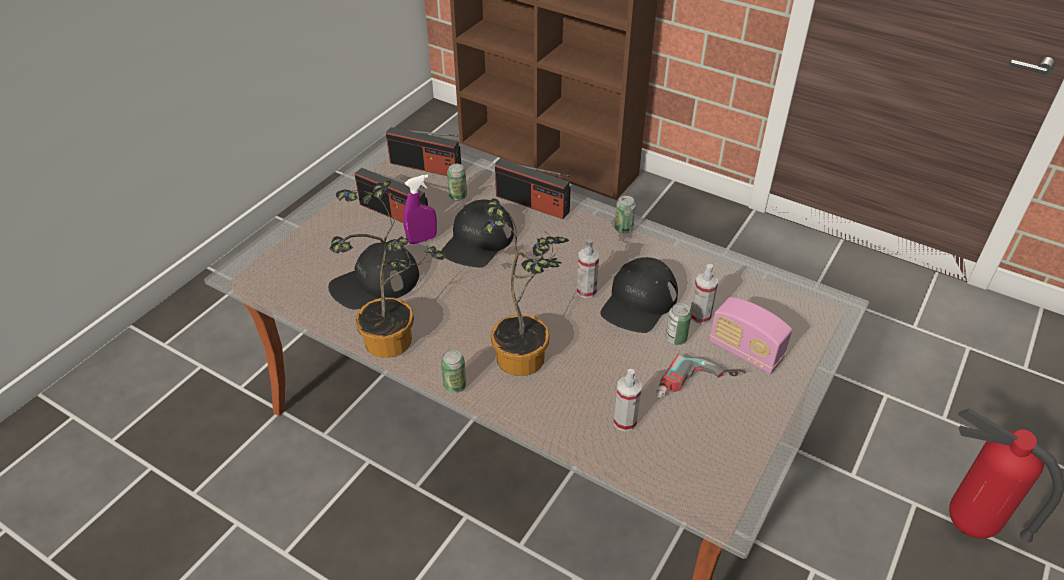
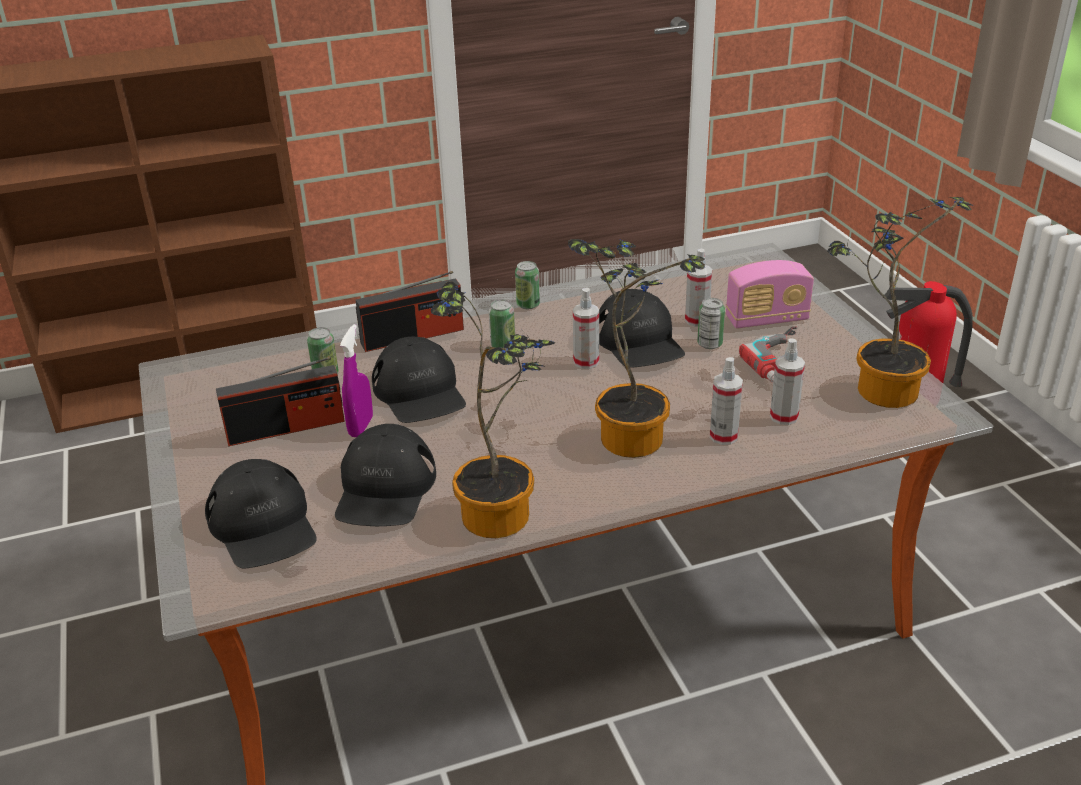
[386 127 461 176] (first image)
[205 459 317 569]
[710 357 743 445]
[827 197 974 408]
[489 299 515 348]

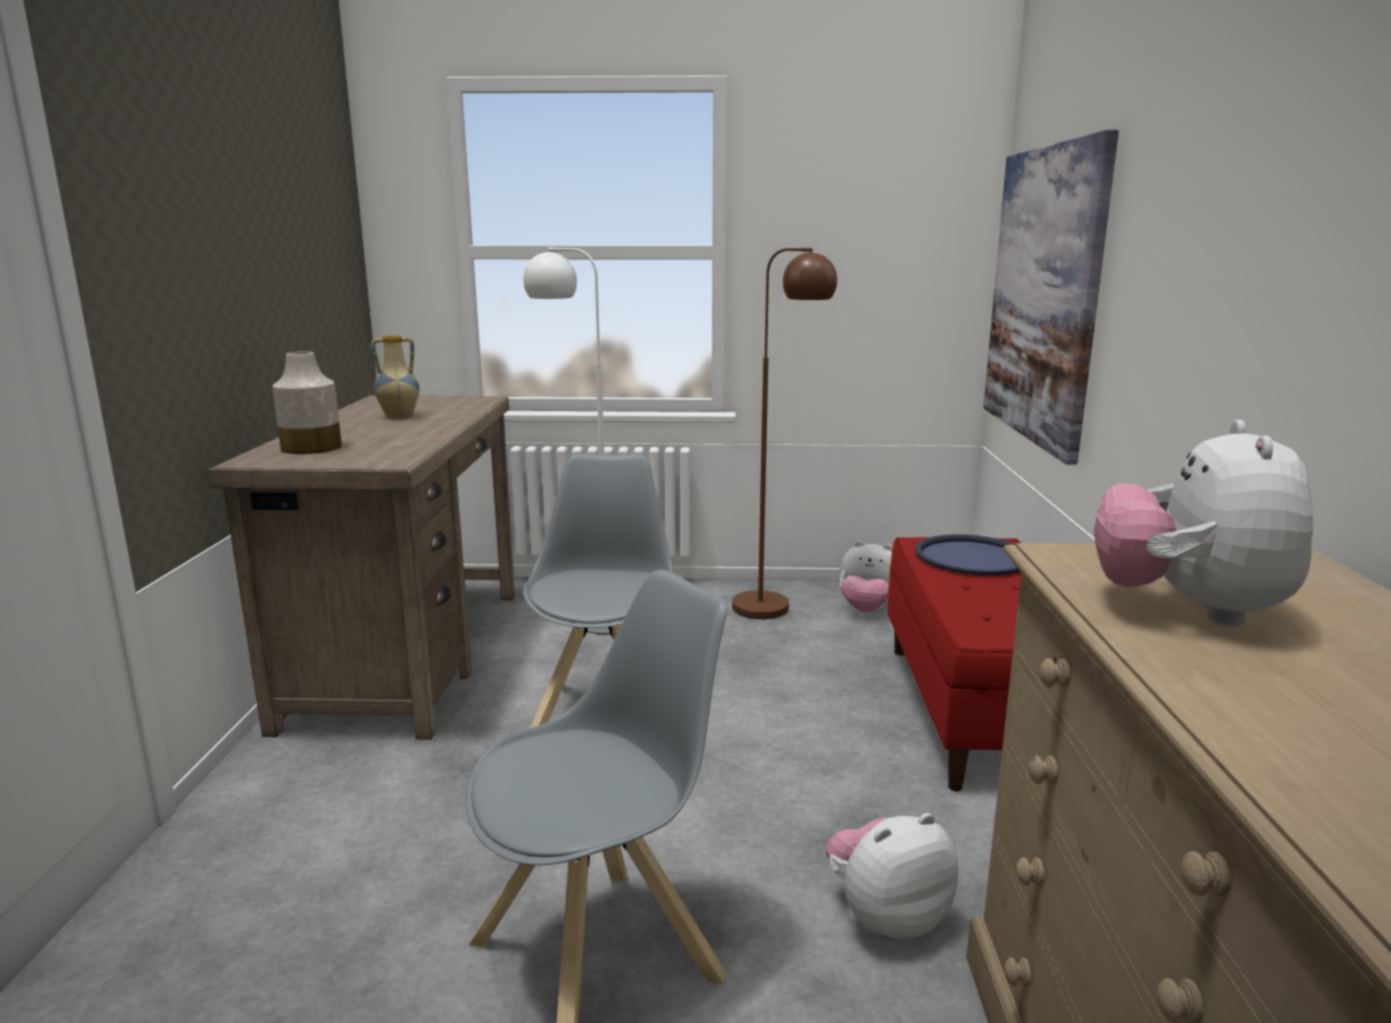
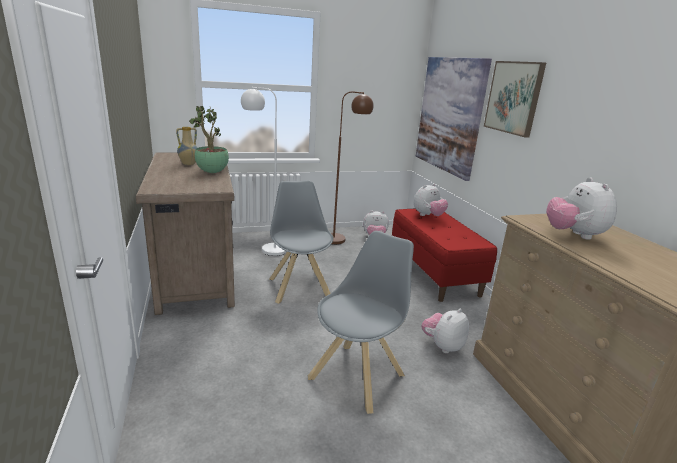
[272 351 342 454] (first image)
[189 106 229 173]
[484 61 546 138]
[414 184 448 216]

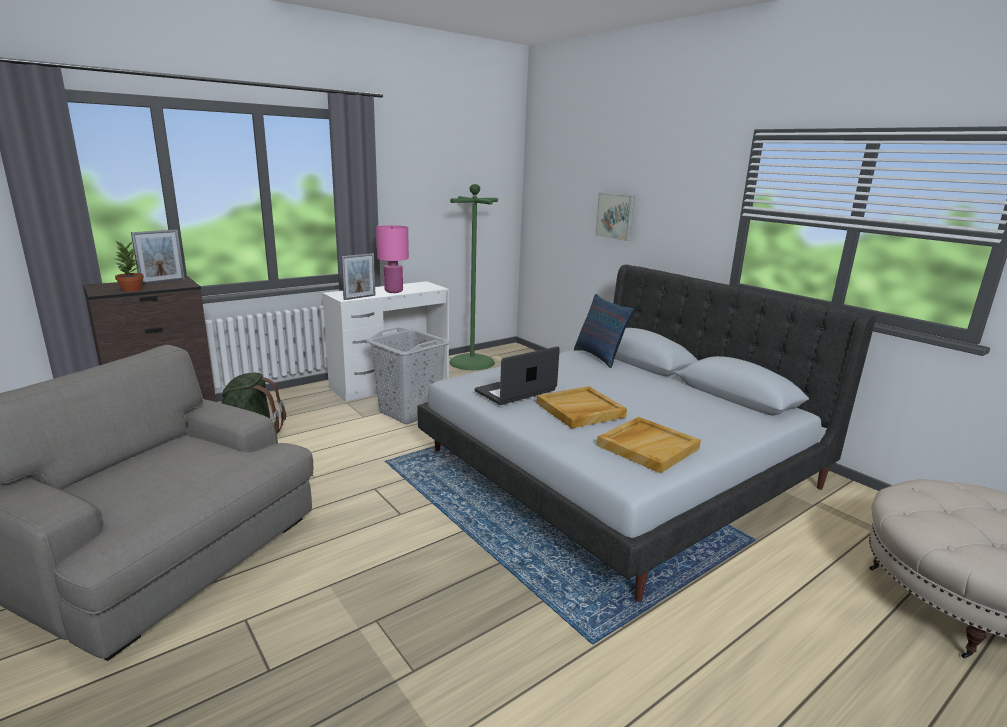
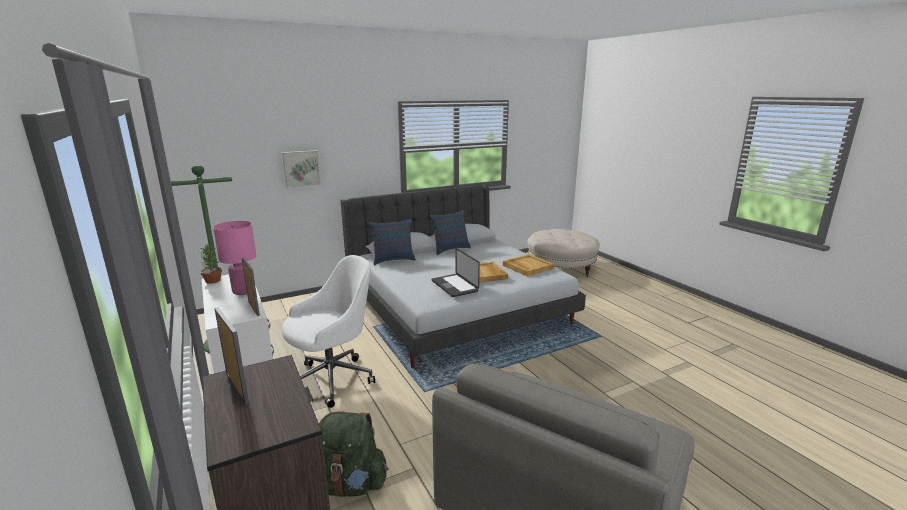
[430 210 471 255]
[199 243 222 284]
[282 255 375 408]

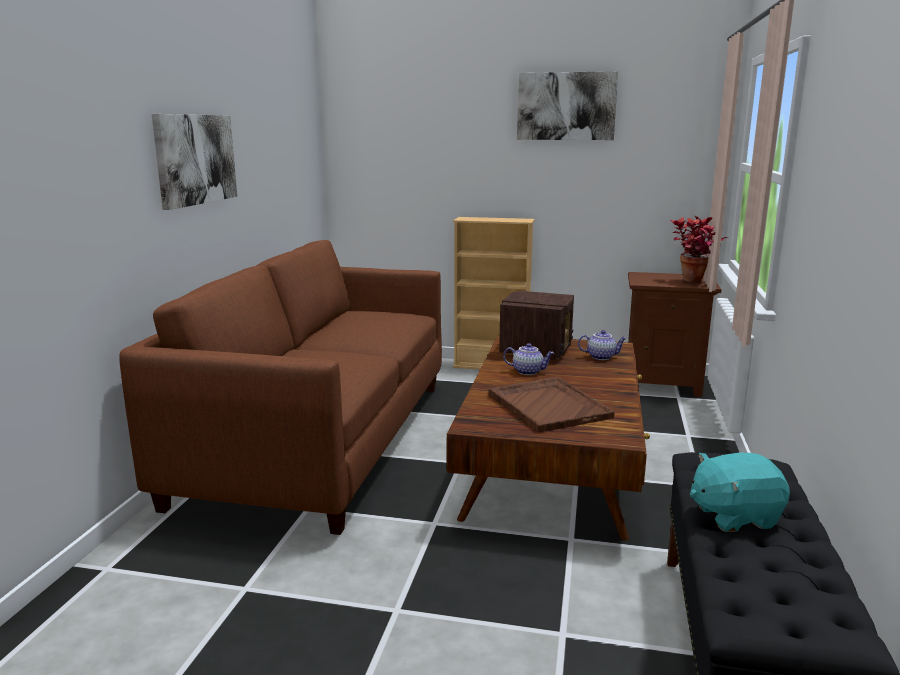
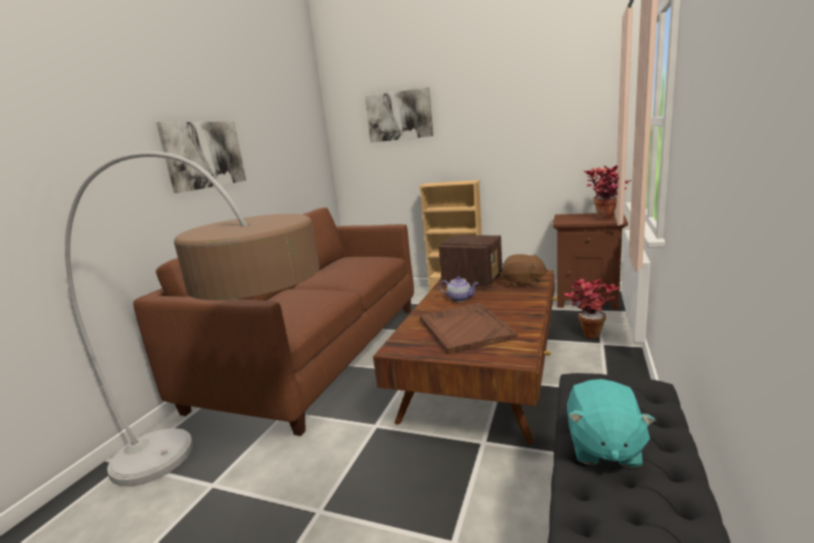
[65 151 319 486]
[565 279 620 339]
[365 87 433 143]
[502 254 548 287]
[567 379 656 468]

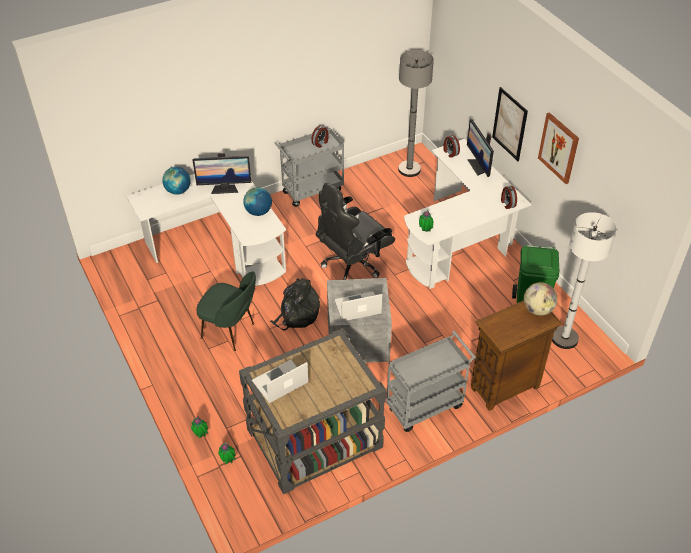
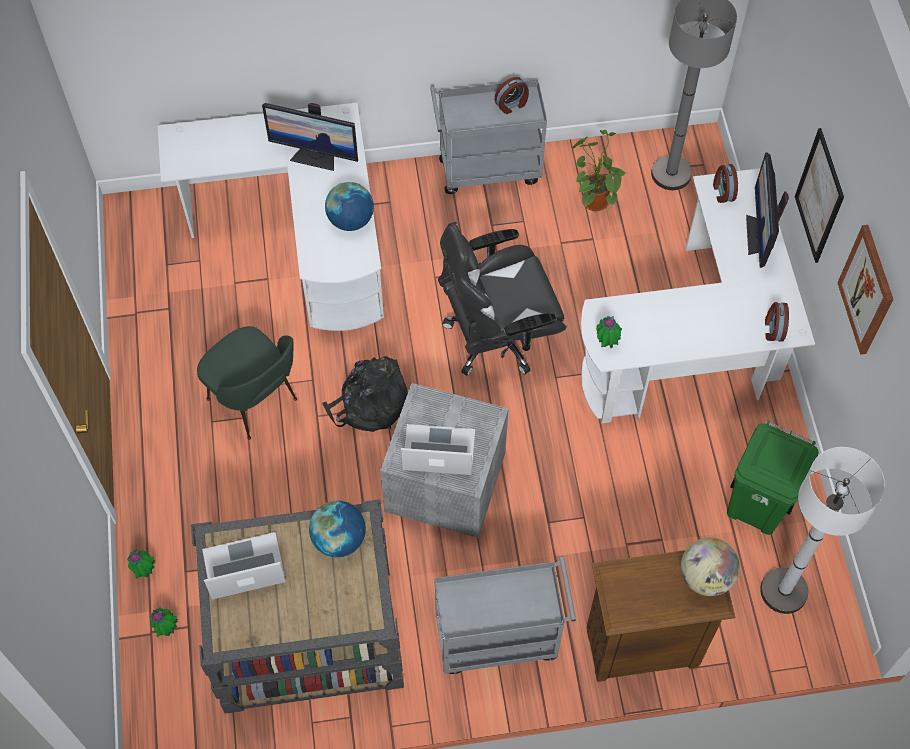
[572 130 626 211]
[309 501 366 557]

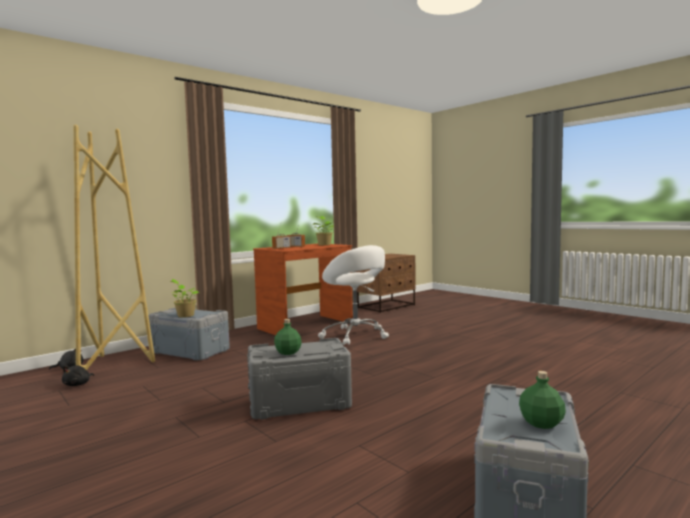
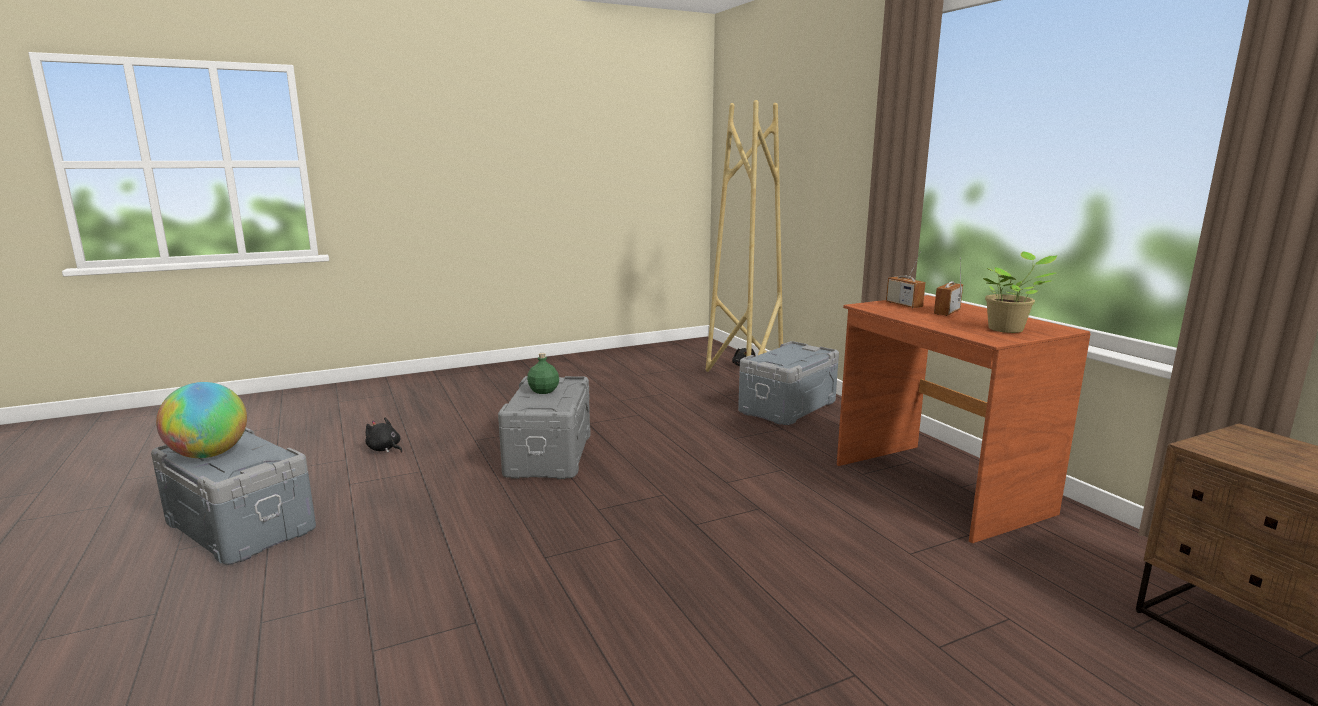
[170 279 199 318] (first image)
[318 245 389 345] (first image)
[365 418 402 453]
[156 382 247 458]

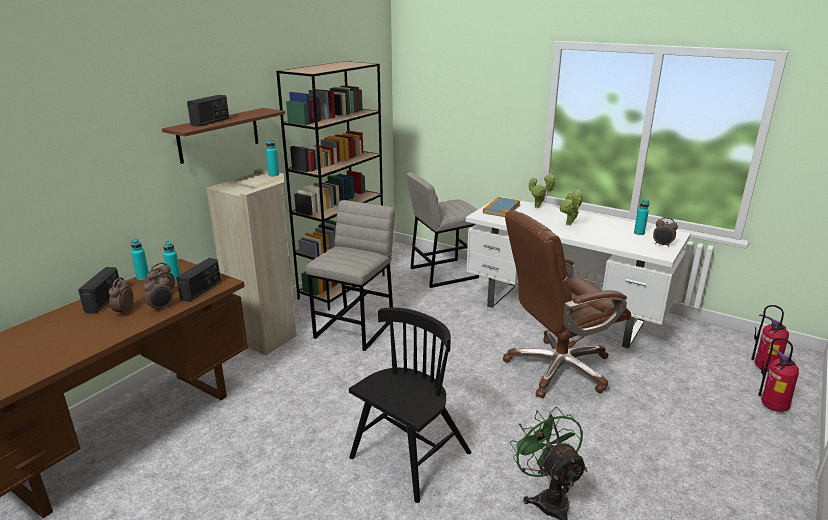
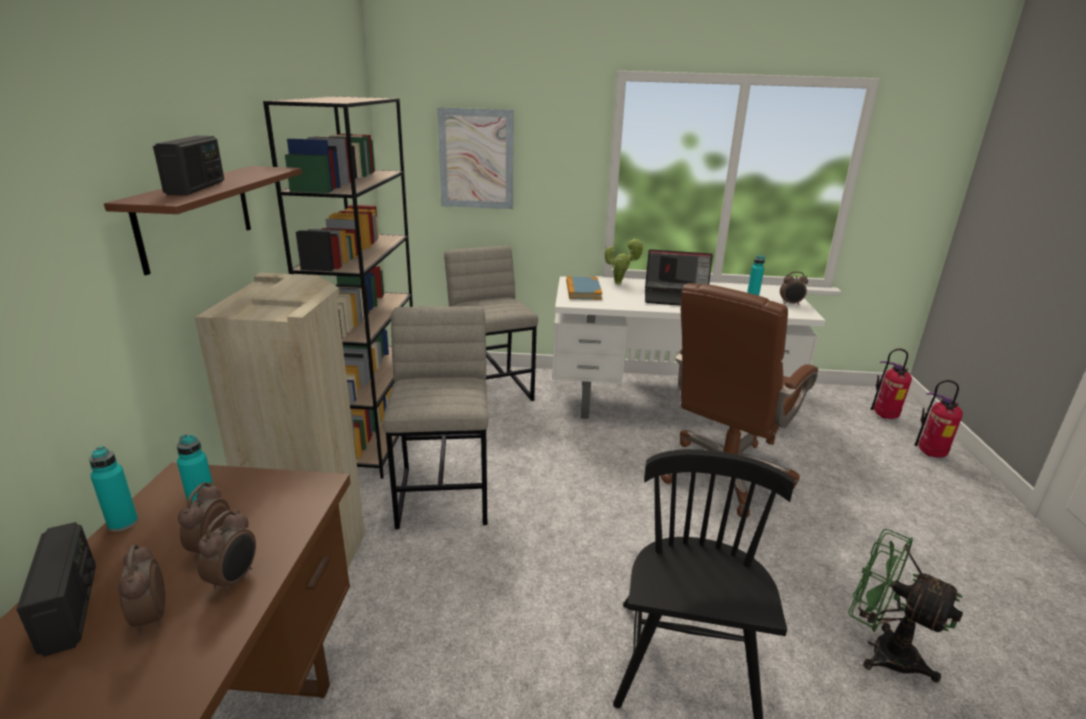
[176 258 221 302] (first image)
[266 139 279 176] (first image)
[437 107 514 209]
[645 250 713 306]
[444 246 538 401]

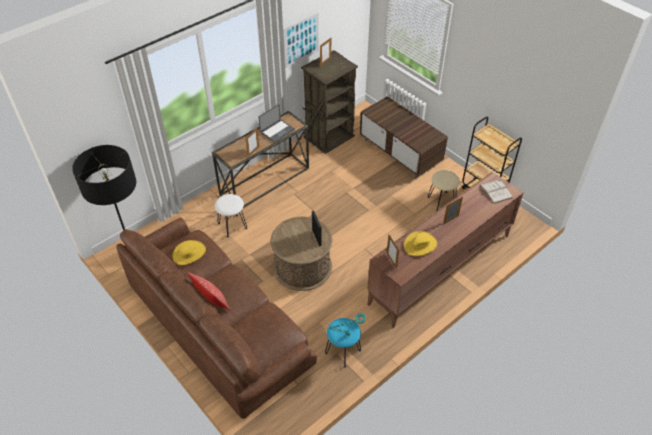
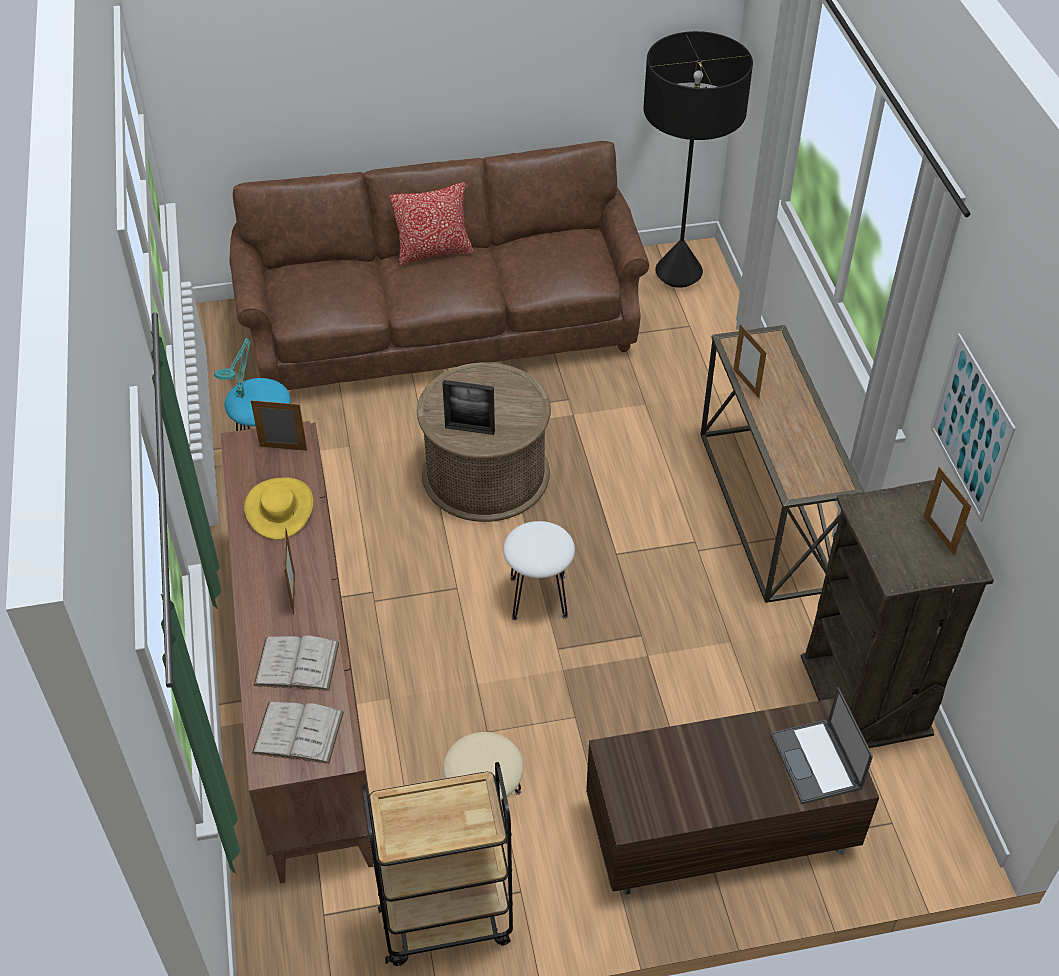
[172 240 206 265] (first image)
[254 635 339 691]
[503 521 575 620]
[771 687 873 804]

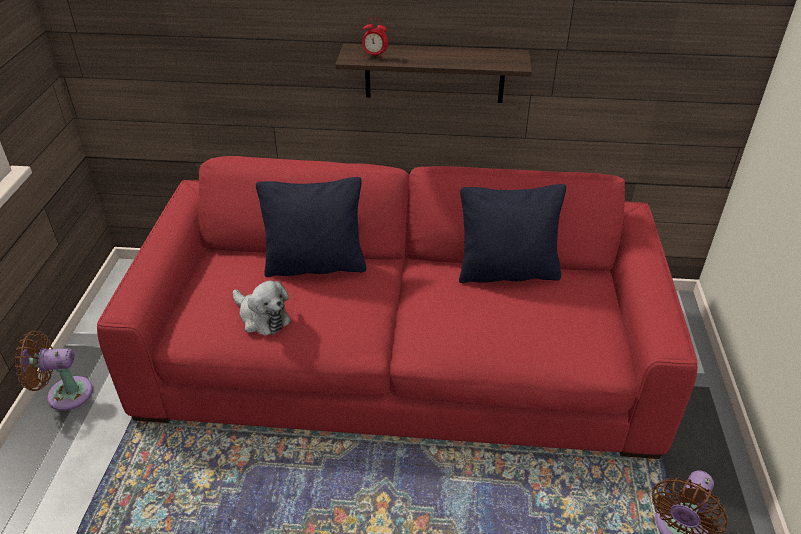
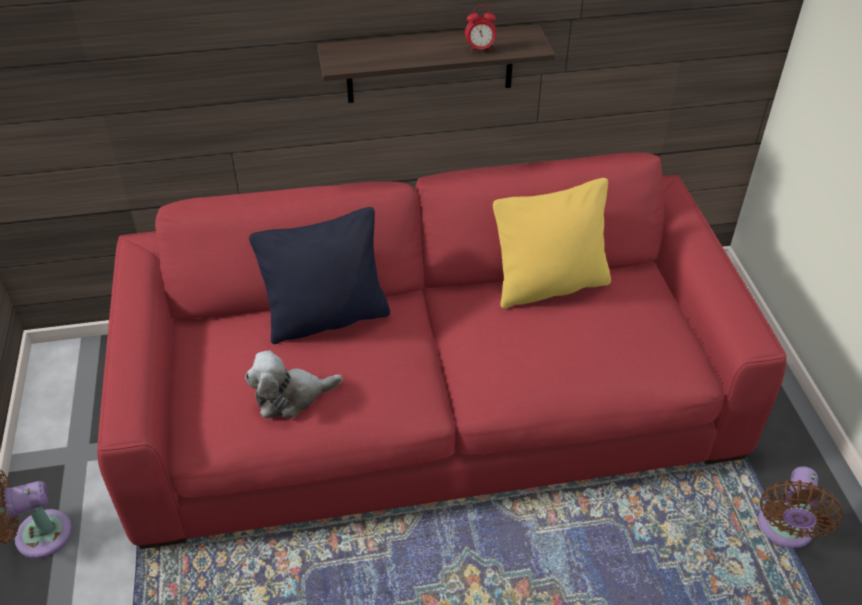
[465 5 496 53]
[493 178 611 309]
[245 350 343 419]

